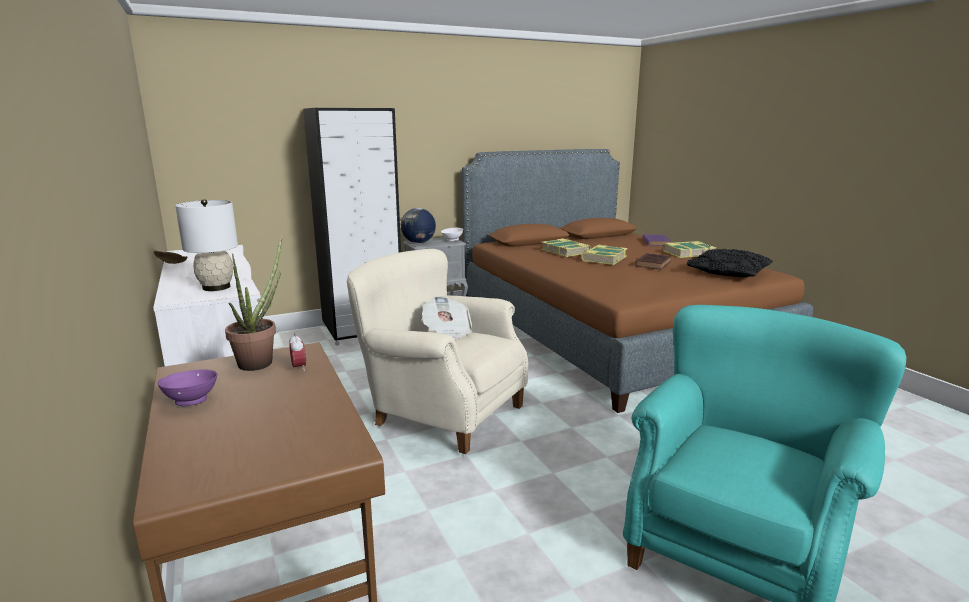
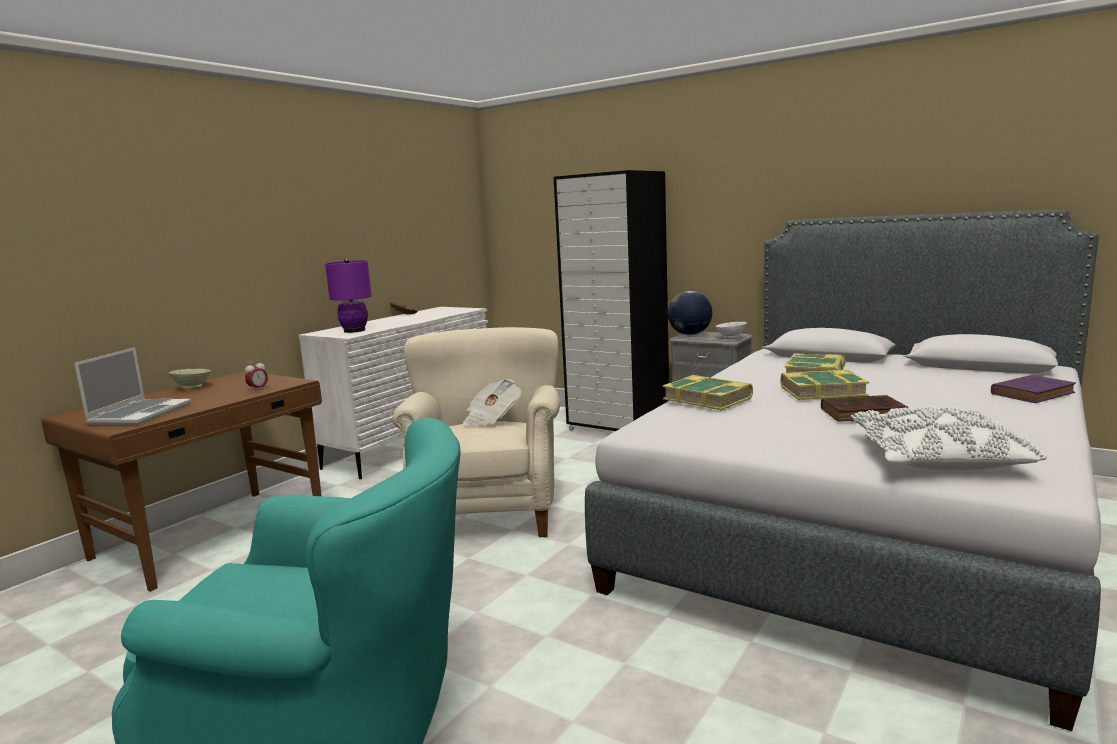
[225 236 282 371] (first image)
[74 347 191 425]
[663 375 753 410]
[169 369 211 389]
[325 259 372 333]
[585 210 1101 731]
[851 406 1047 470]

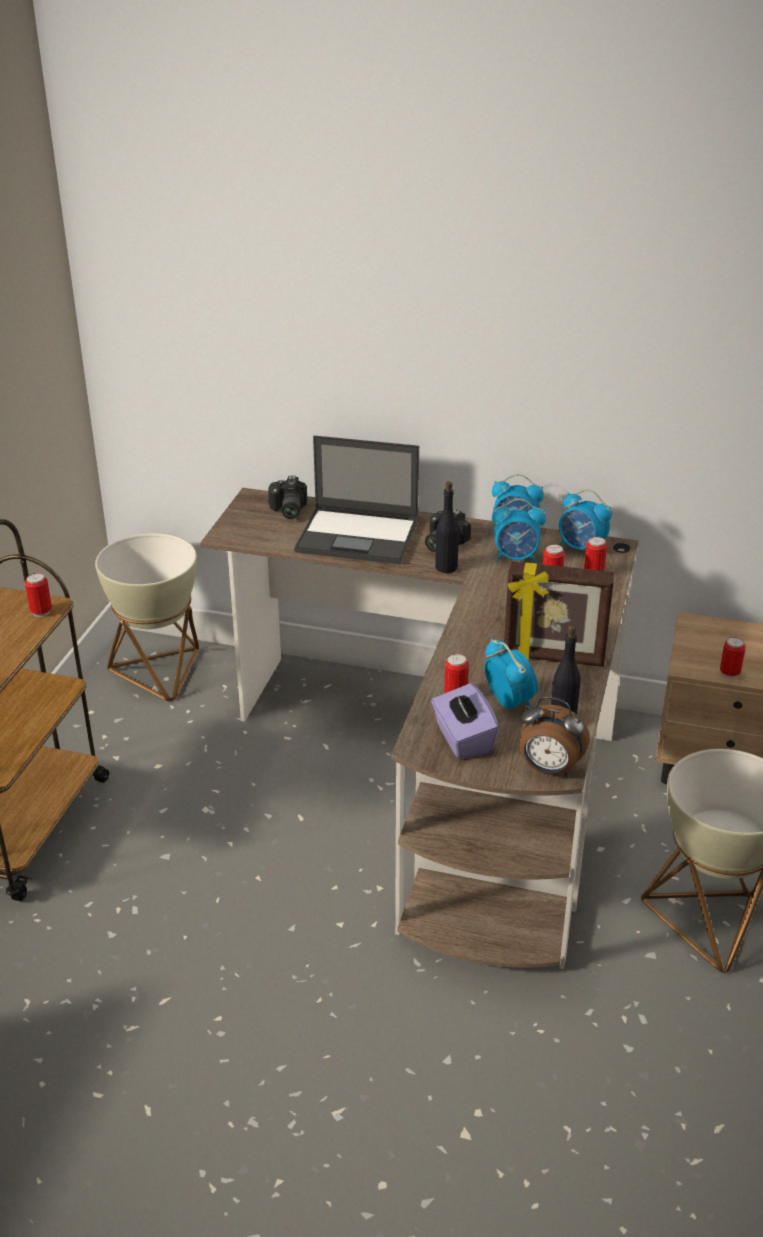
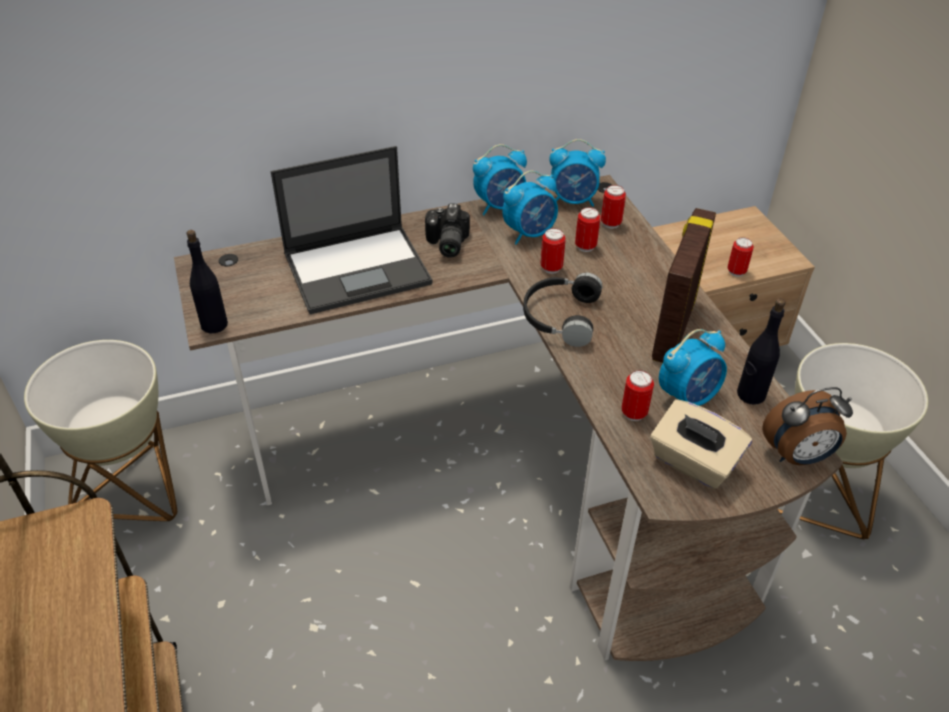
[268 476 307 519] (first image)
[523 272 603 347]
[540 228 565 274]
[186 230 228 333]
[650 399 752 489]
[659 329 727 406]
[652 208 716 363]

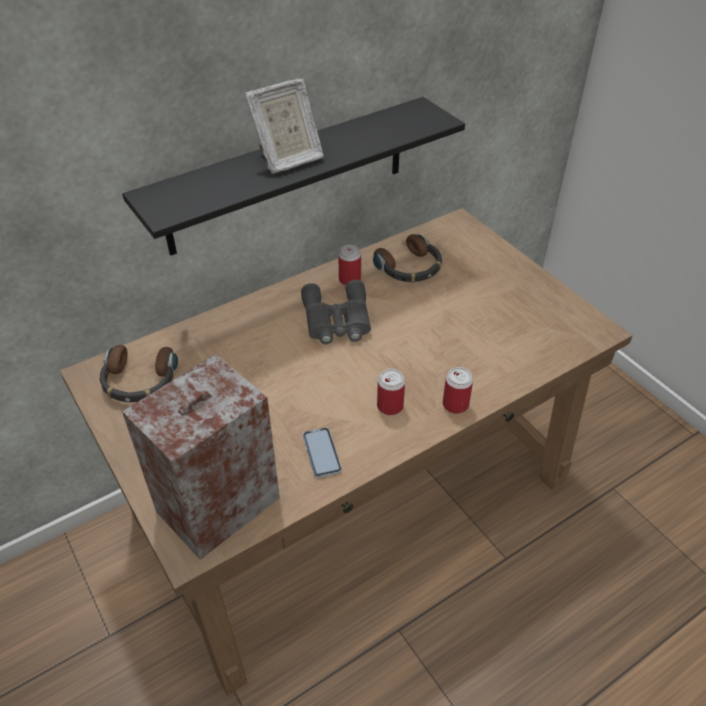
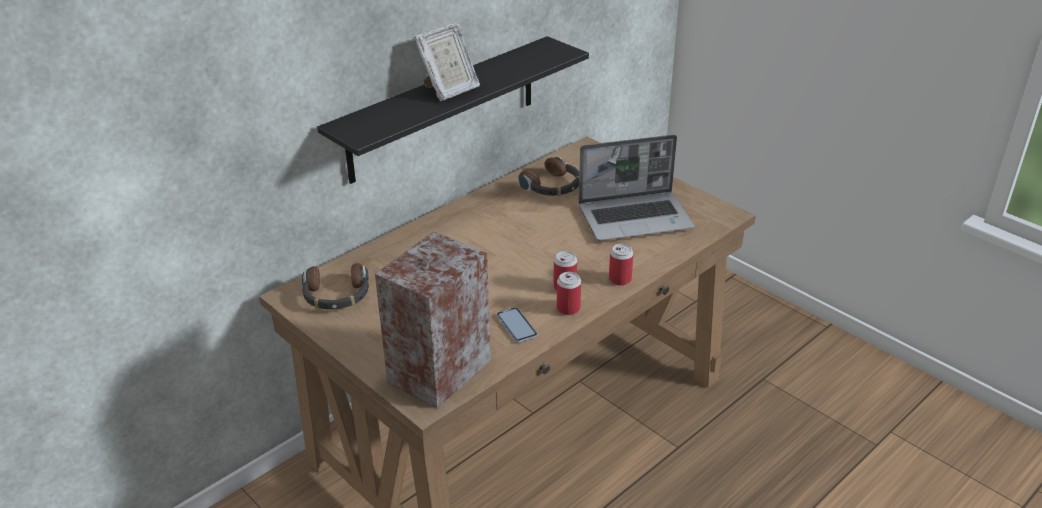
[301 280 371 344] (first image)
[578 135 695 241]
[557 272 581 315]

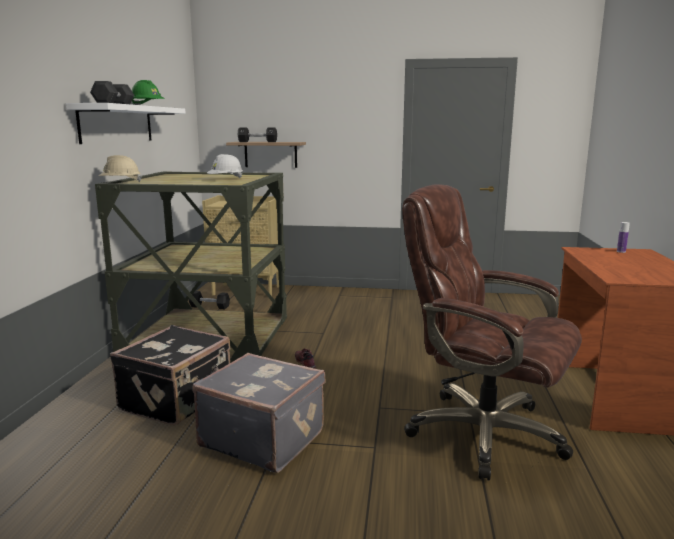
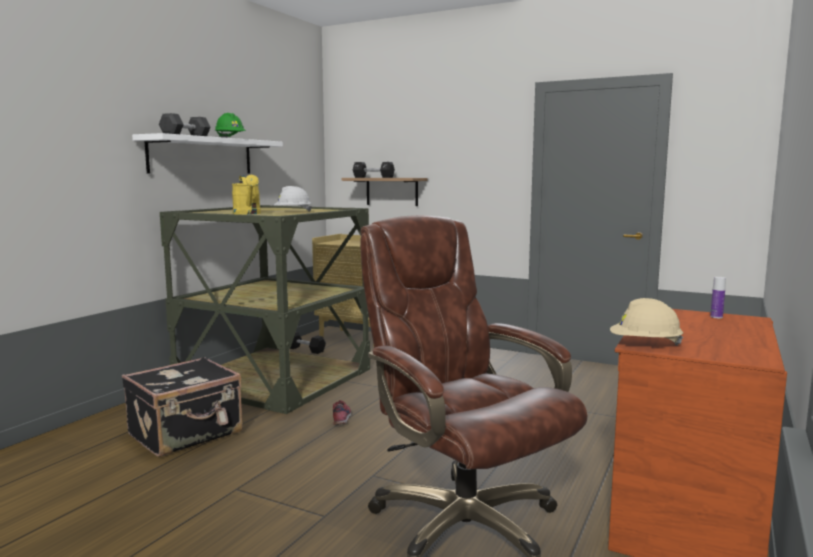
[193 353 326 473] (first image)
[232 175 261 215]
[610 298 683 345]

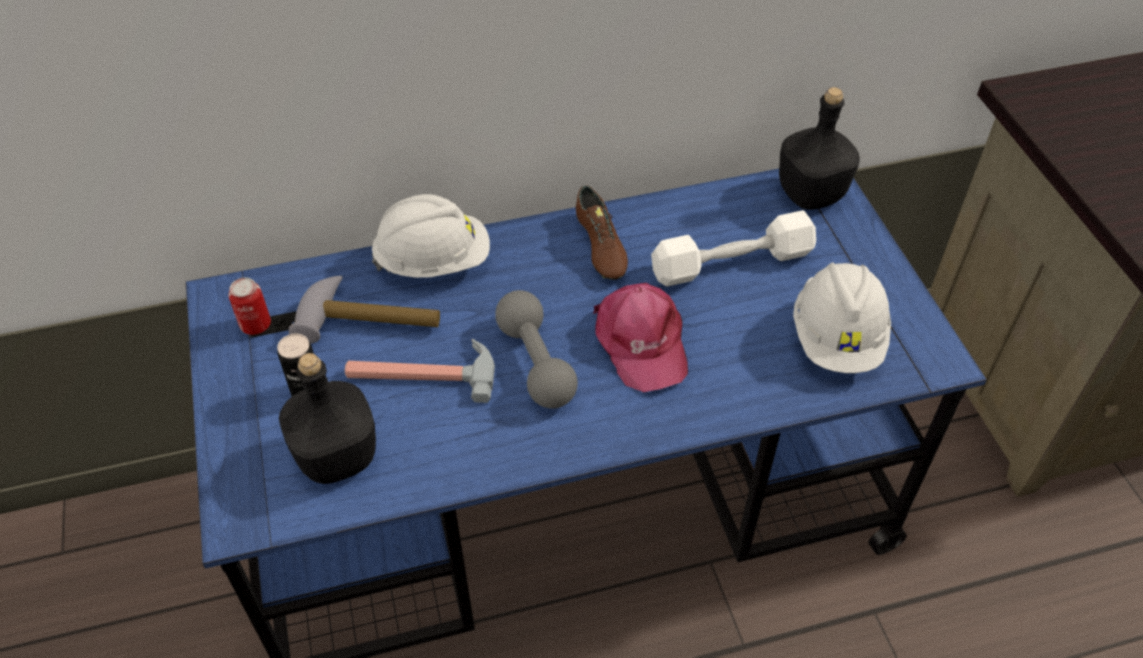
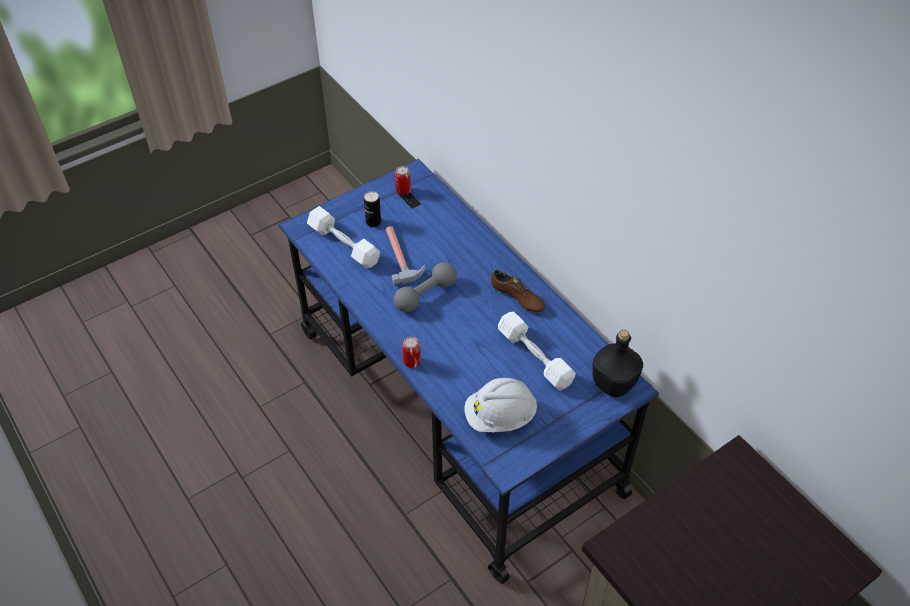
[289 276 440 343] (first image)
[372 194 490 278] (first image)
[593 283 688 392] (first image)
[402 336 421 368]
[307 206 380 269]
[491 269 545 313]

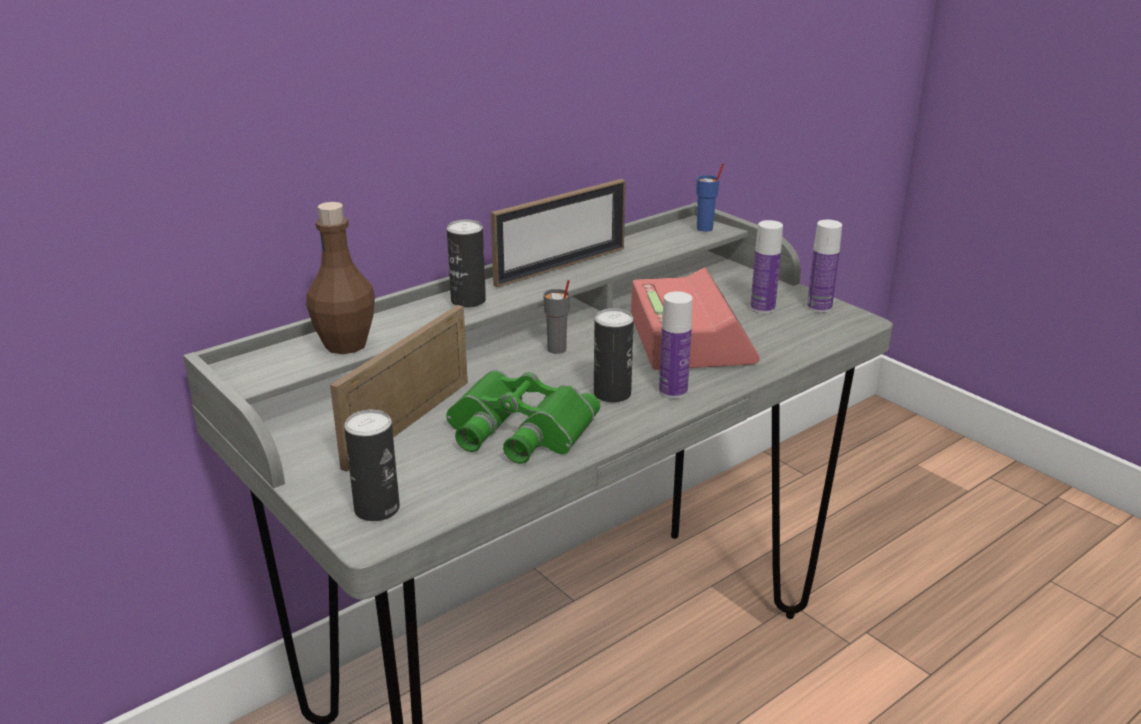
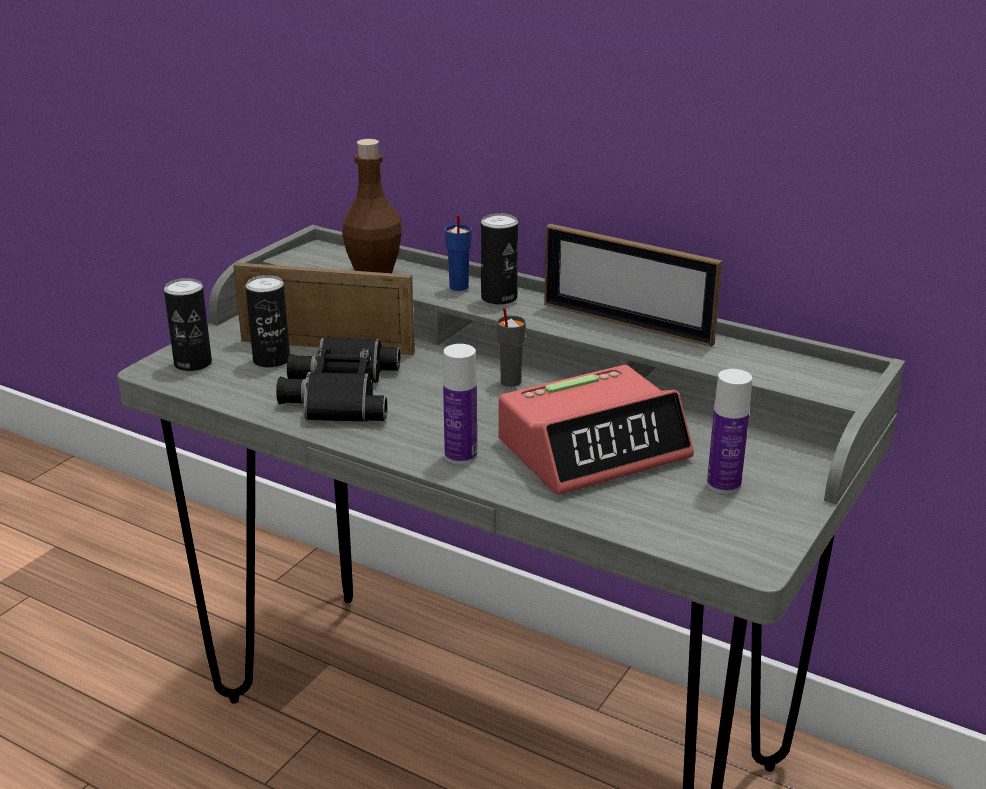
[807 220 842 313] (first image)
[245 275 290 368]
[445 215 472 291]
[276 338 400 422]

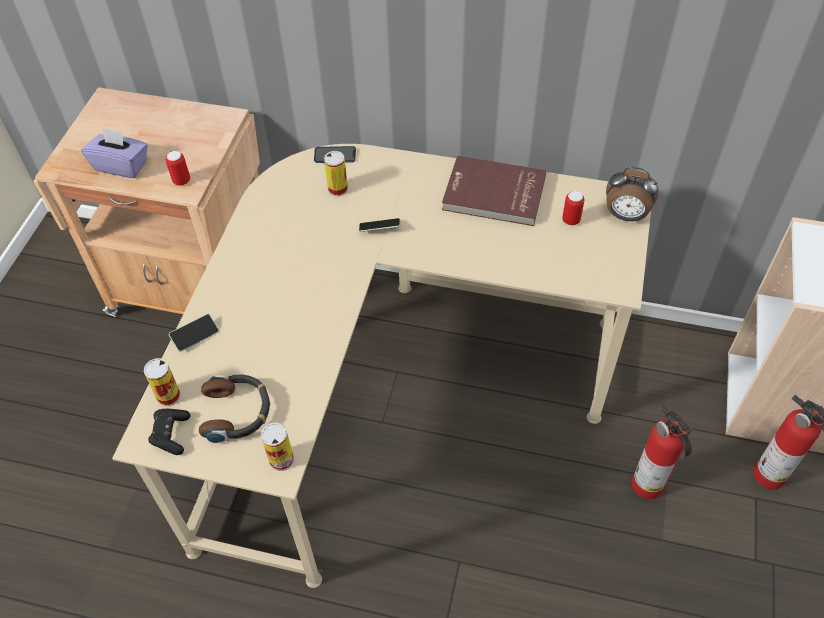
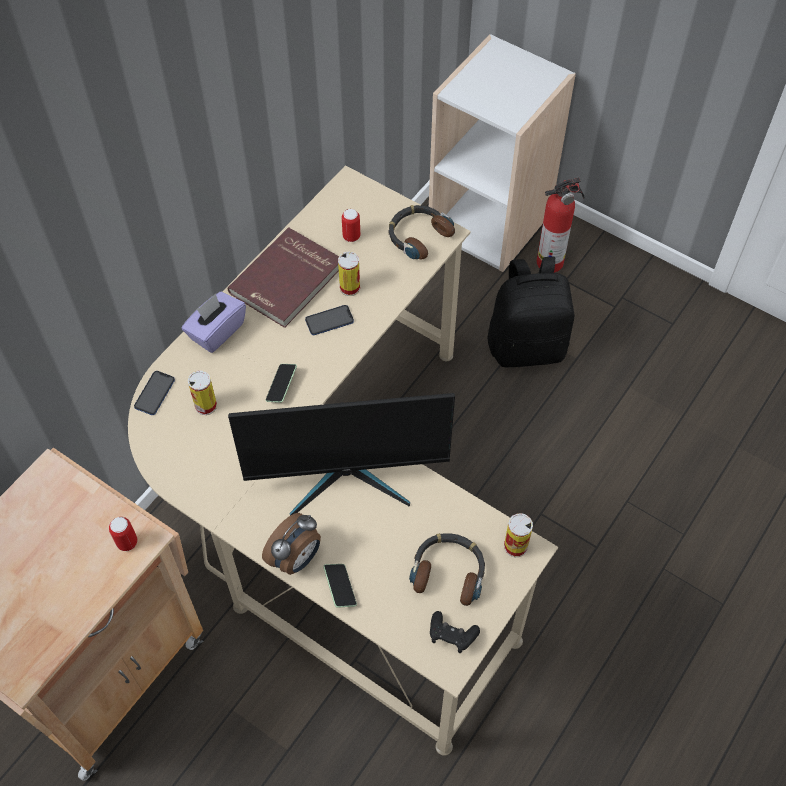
[228 393 455 515]
[305 305 354 335]
[388 205 455 259]
[182 292 246 353]
[338 252 360 296]
[262 513 321 575]
[487 256 574 367]

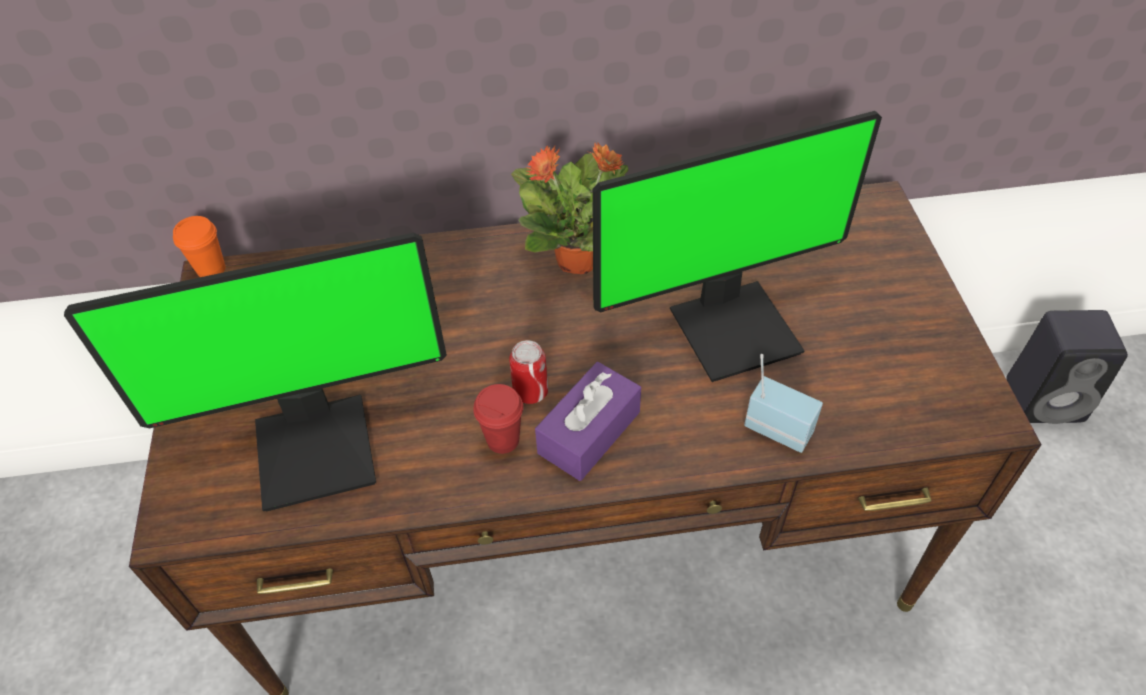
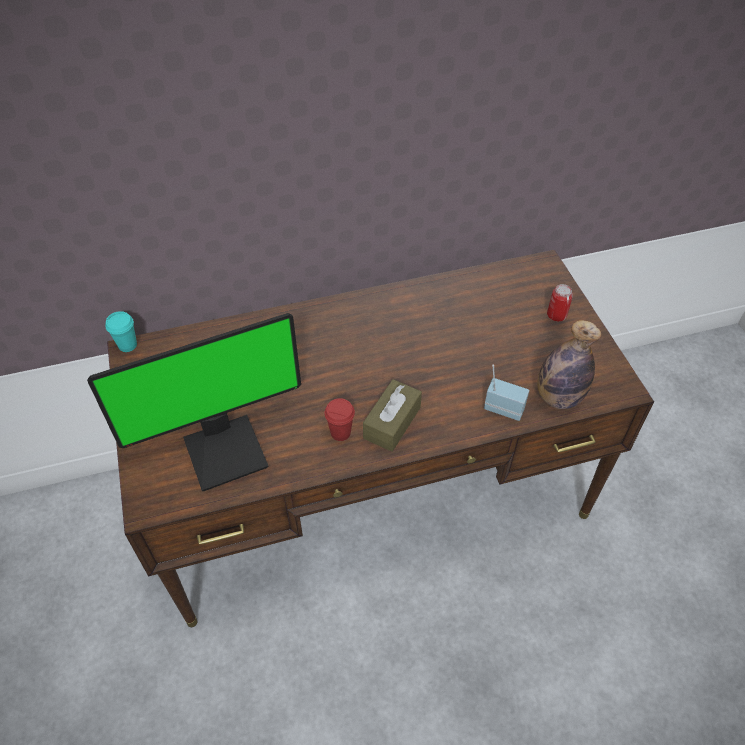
[511 143 628 274] (first image)
[592 111 882 382] (first image)
[1006 310 1128 424] (first image)
[537 320 601 409]
[547 284 573 321]
[105 311 137 352]
[363 379 422 452]

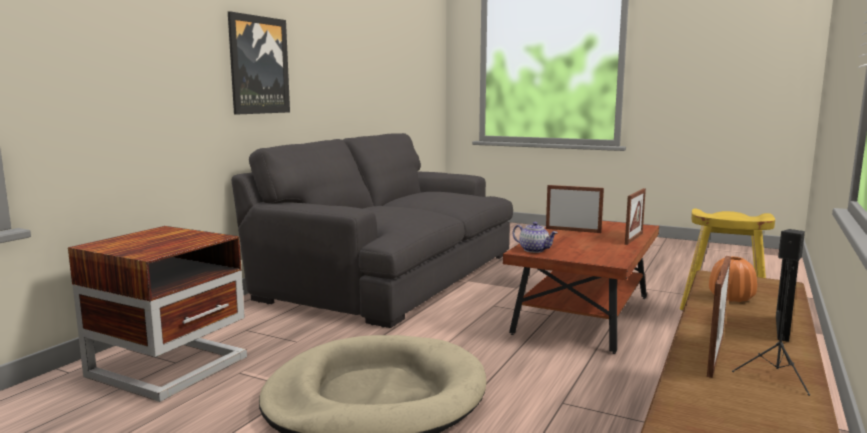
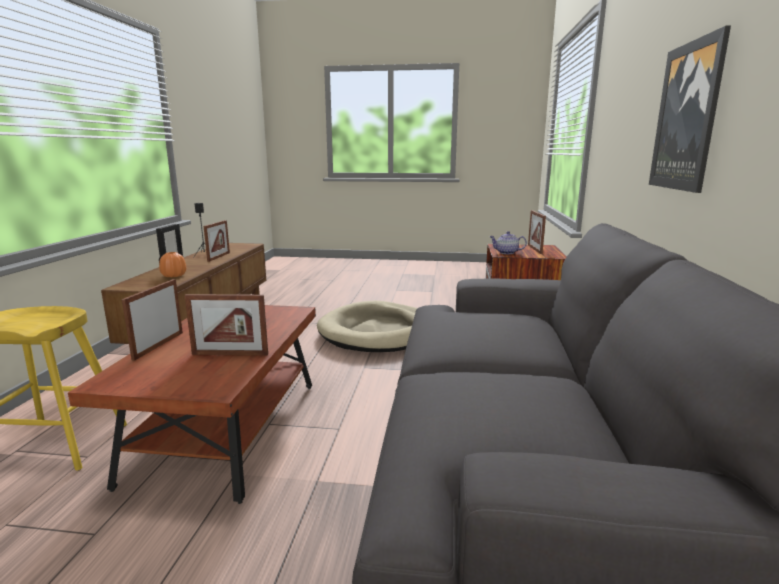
[528 210 546 254]
[489 231 527 254]

